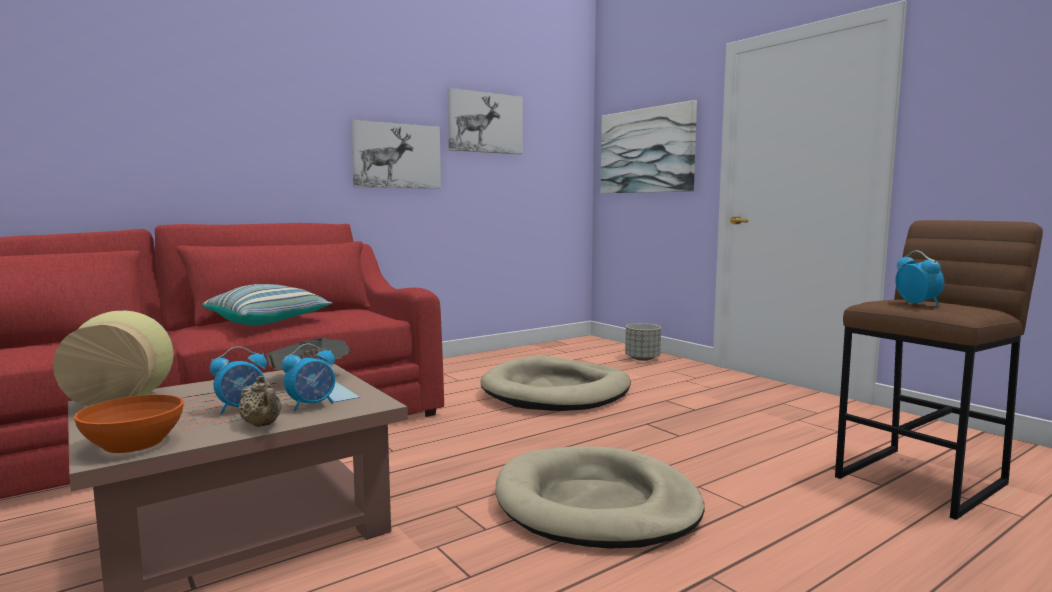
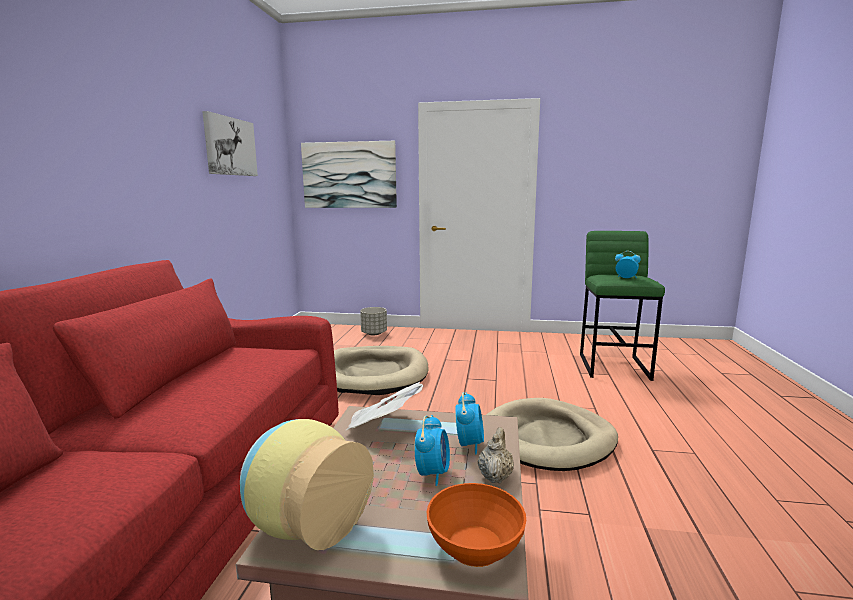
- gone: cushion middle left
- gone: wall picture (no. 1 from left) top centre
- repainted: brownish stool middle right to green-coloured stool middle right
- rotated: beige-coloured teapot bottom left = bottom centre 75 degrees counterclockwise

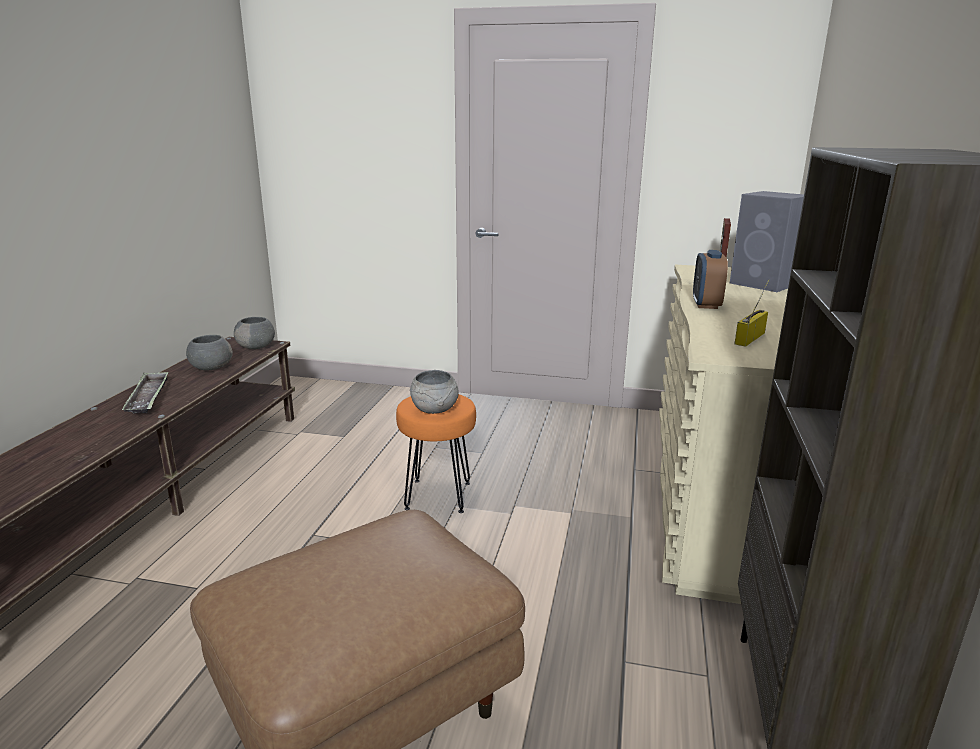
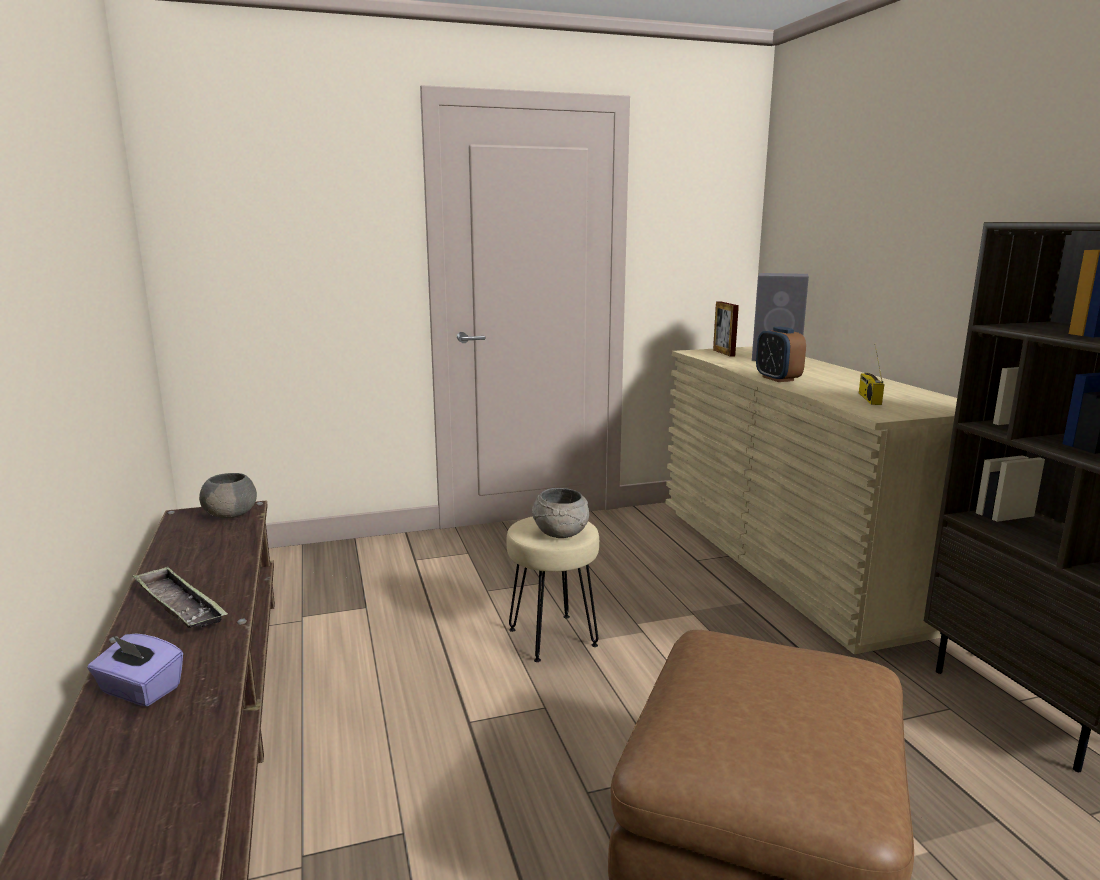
- gone: grey bowl (no. 1 from left) middle left
- new: purple-coloured box of tissues bottom left
- repainted: orange stool centre to beige-coloured stool bottom centre

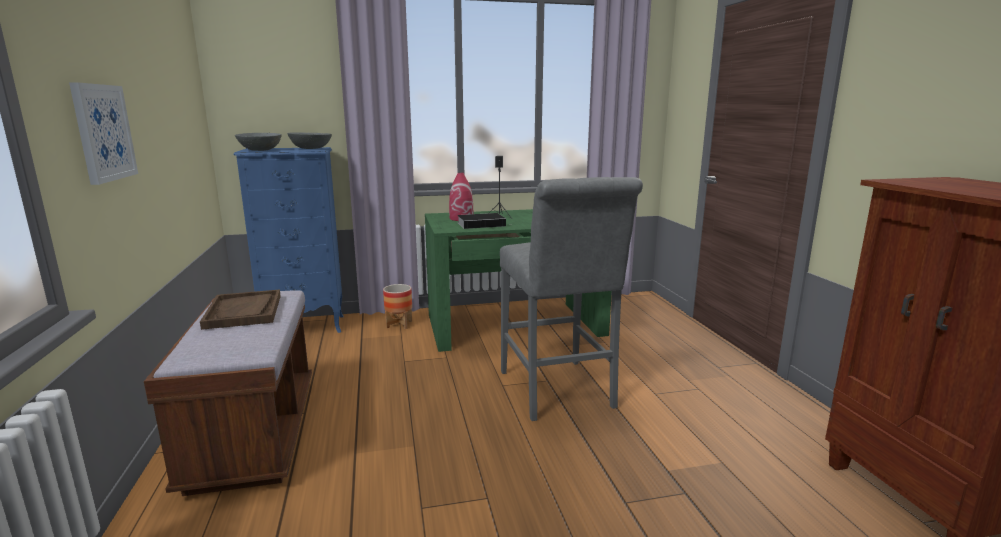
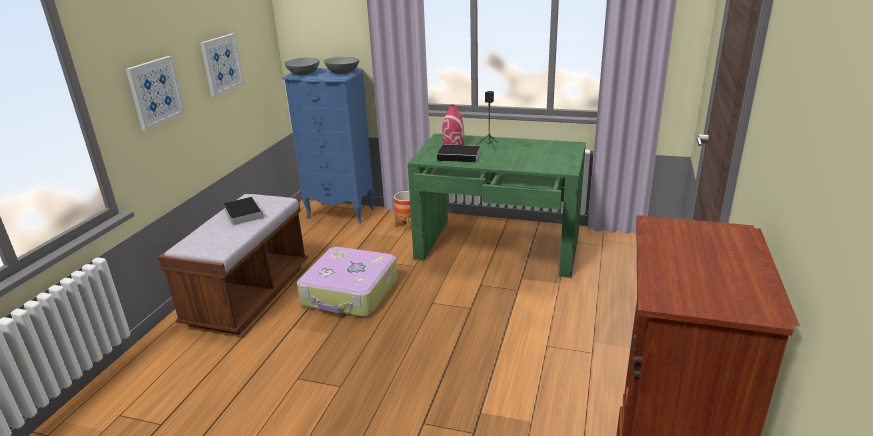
- gone: grey stool centre
- new: wall picture (no. 2 from left) top left
- new: piece of luggage centre
- swapped: brownish carrying tray middle left to bound book (no. 1 from left) middle left

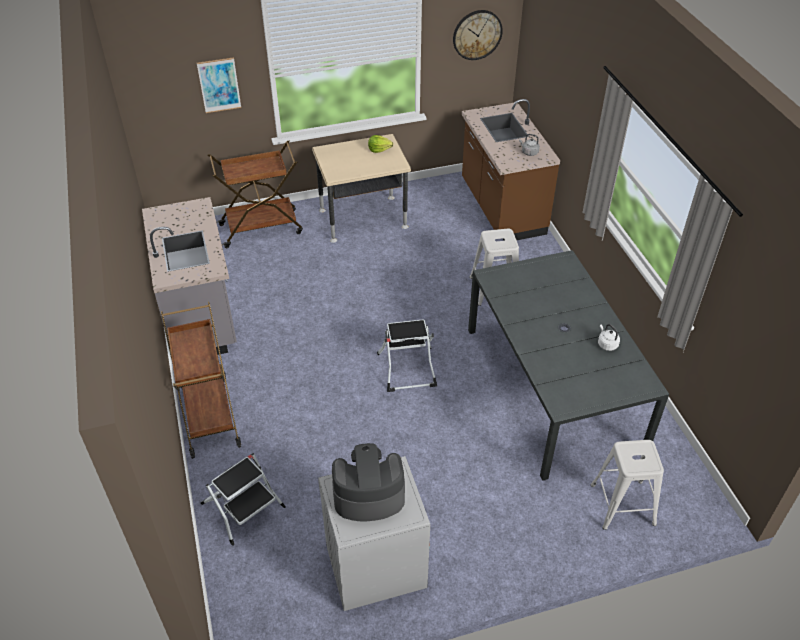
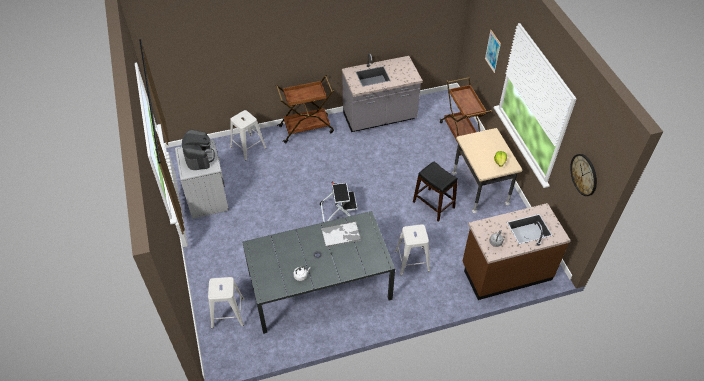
- new: carrying tray centre
- new: black-coloured stool centre
- swapped: stepladder (no. 1 from left) bottom left to white stool (no. 2 from left) centre

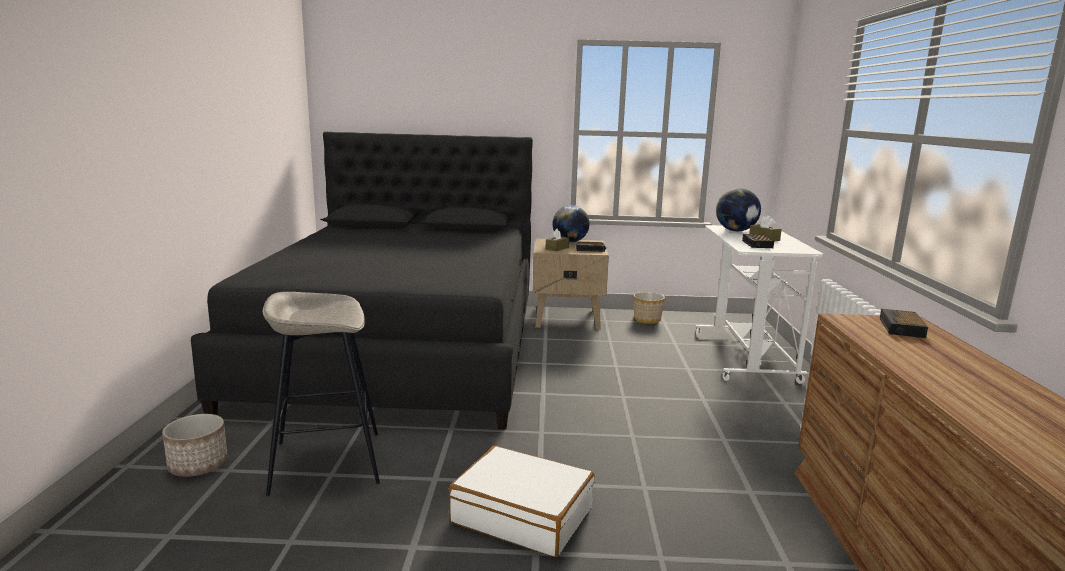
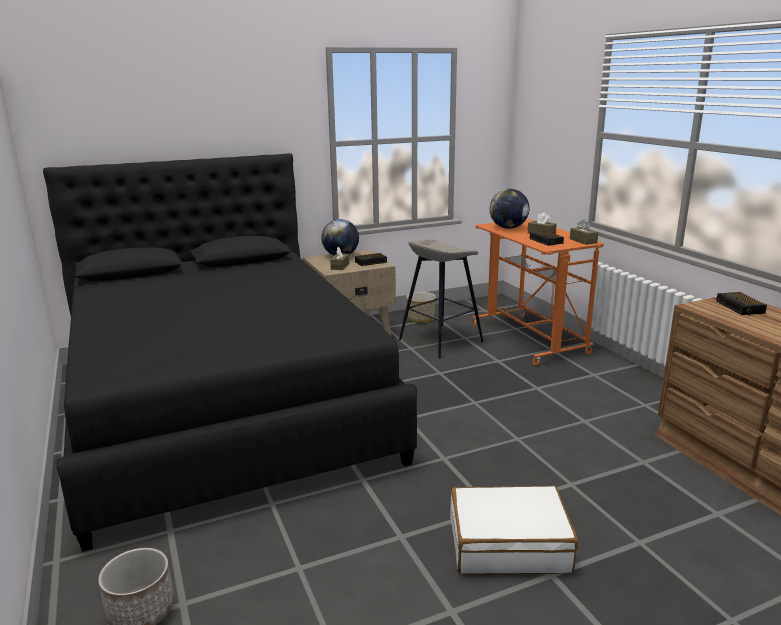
- new: brownish box of tissues (no. 3 from left) middle right
- shifted: grey stool bottom left to centre
- repainted: white desk table middle right to orange desk table middle right

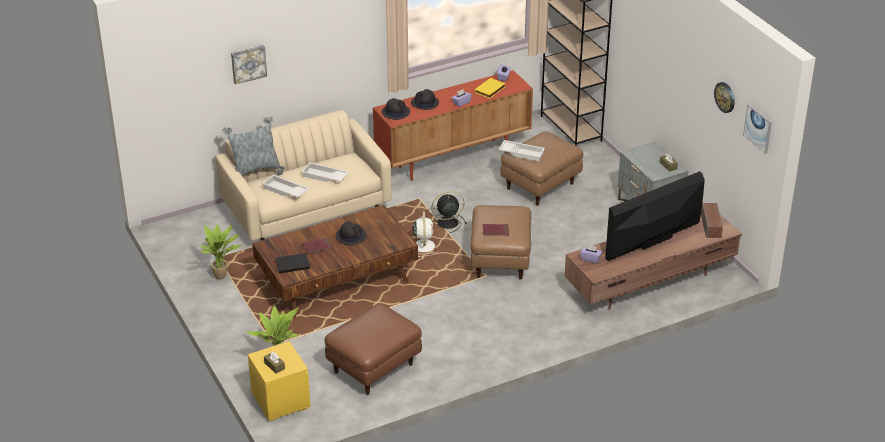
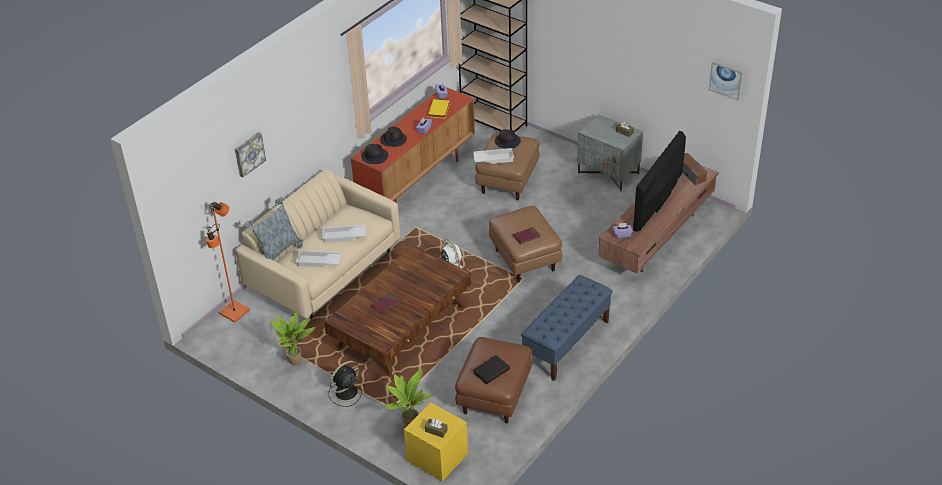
- gone: clock on the wall top right
- new: orange standing lamp middle left
- new: blue-coloured bench bottom centre
- shifted: black-coloured bound book middle left to bottom centre
- shifted: black-coloured wearable hat (no. 1 from left in the first image) centre to black-coloured wearable hat (no. 3 from left) top centre
- shifted: black-coloured fan centre to bottom centre

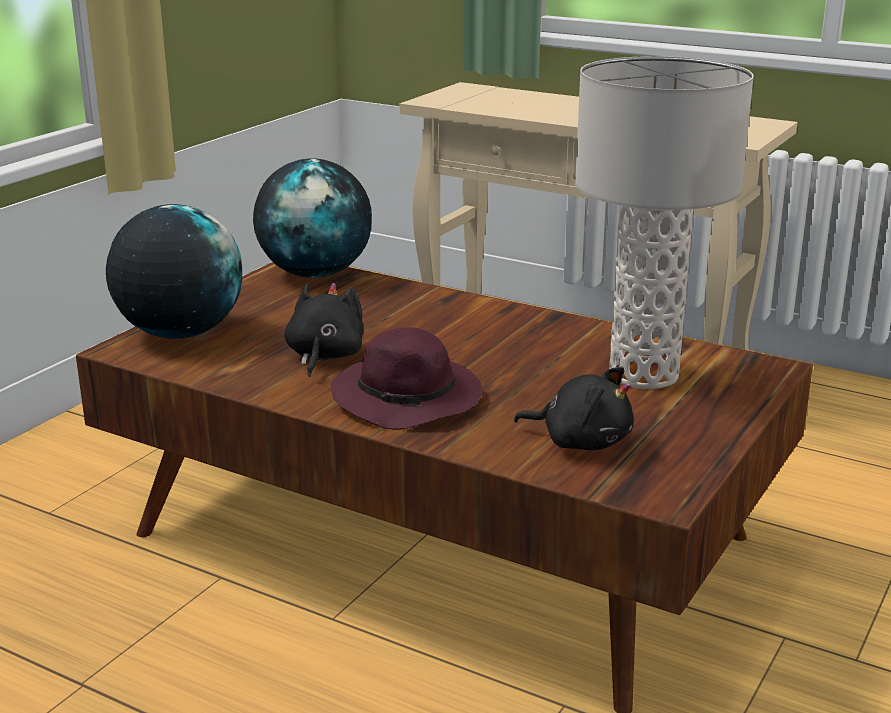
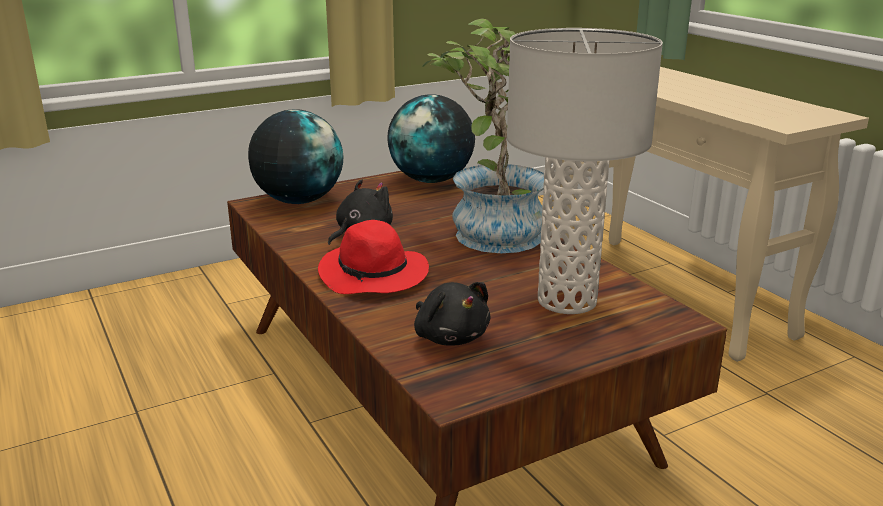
- new: potted plant top centre
- repainted: purple-coloured wearable hat centre to red wearable hat centre

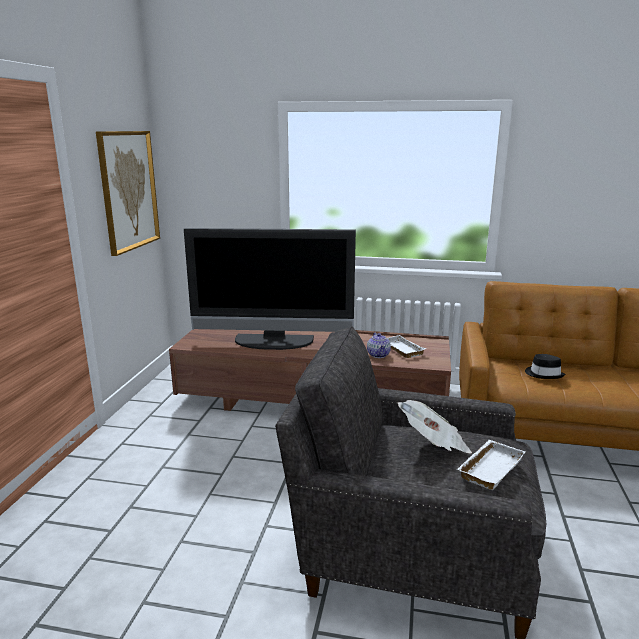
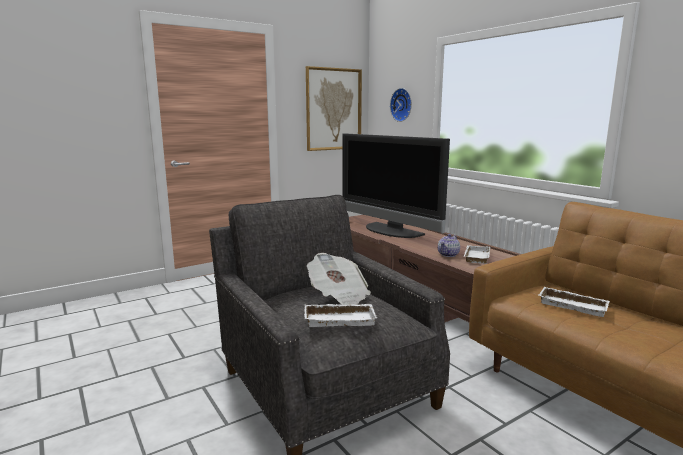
- new: clock on the wall top centre
- swapped: black-coloured wearable hat middle right to white carrying tray (no. 3 from left) middle right

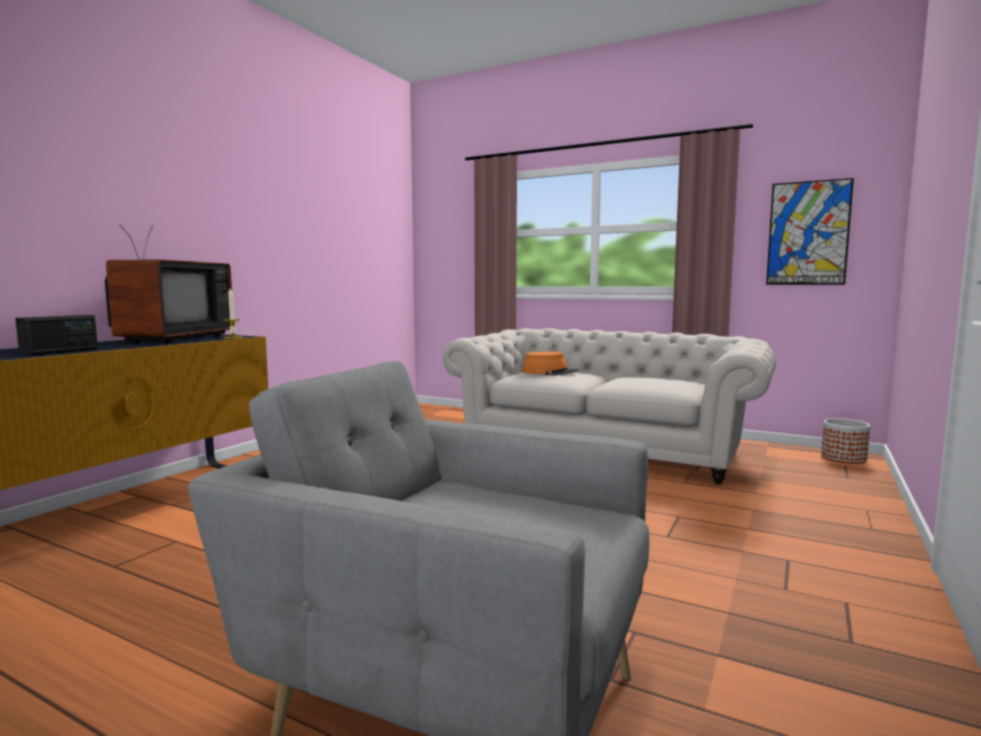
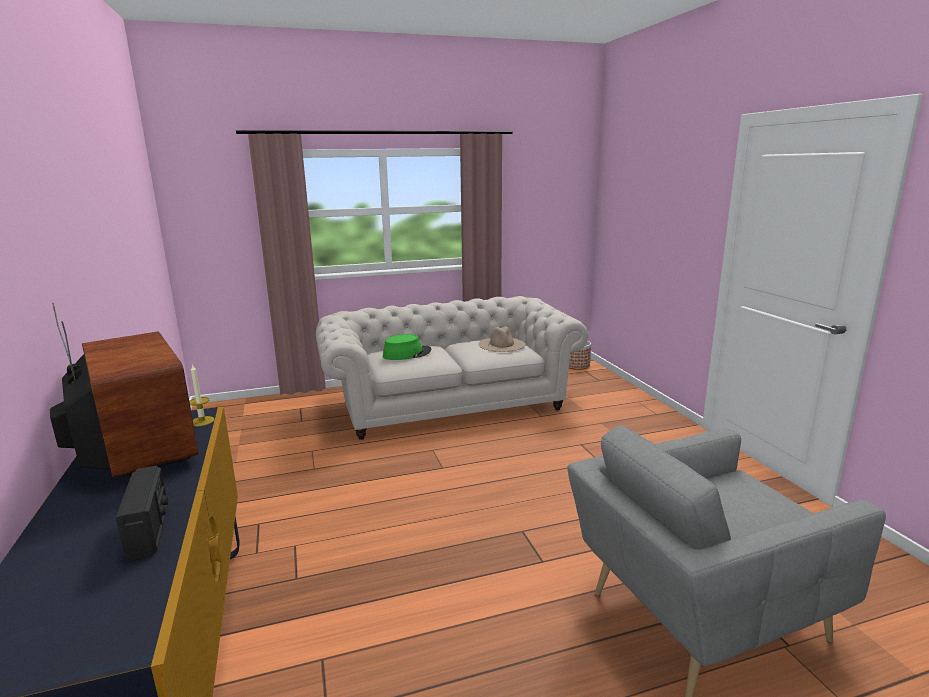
- gone: wall picture top right
- new: beige-coloured wearable hat centre
- repainted: orange wearable hat centre to green-coloured wearable hat centre

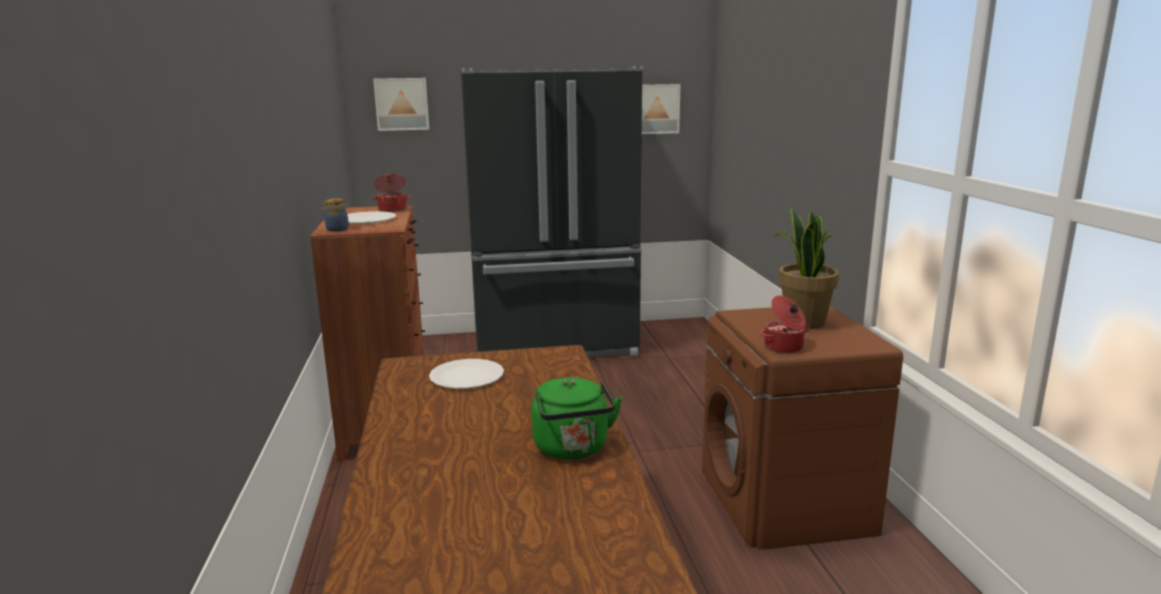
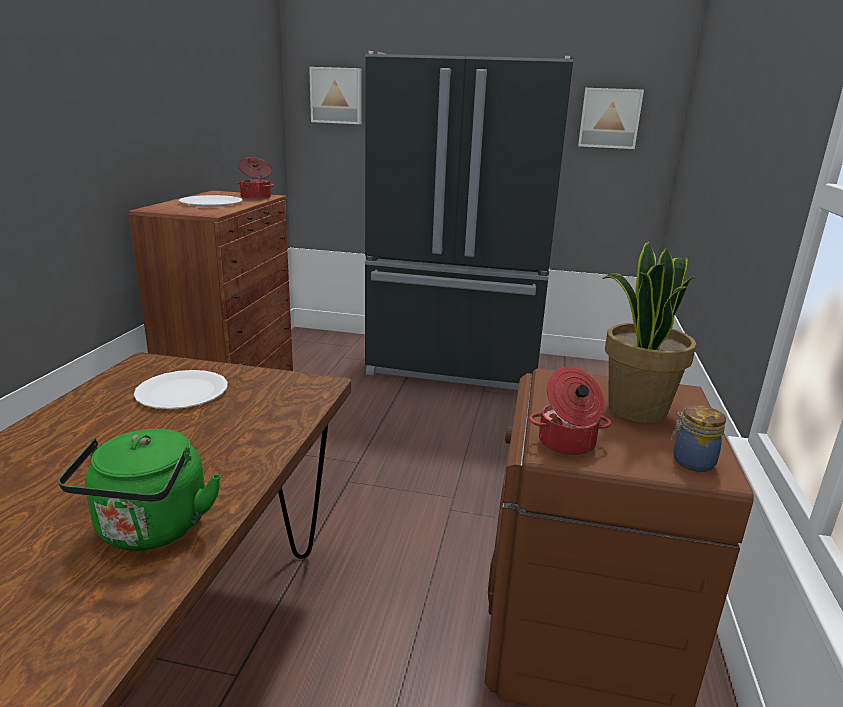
- shifted: preserve jar middle left to middle right

